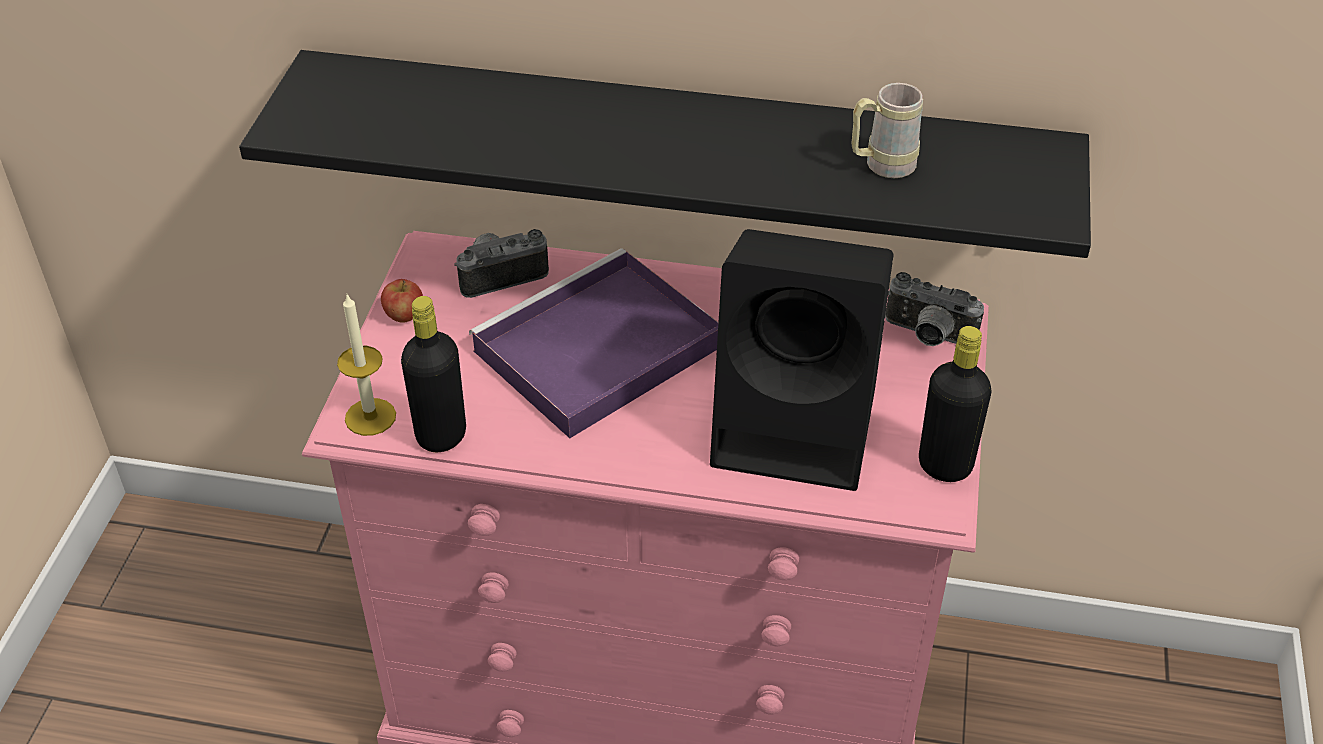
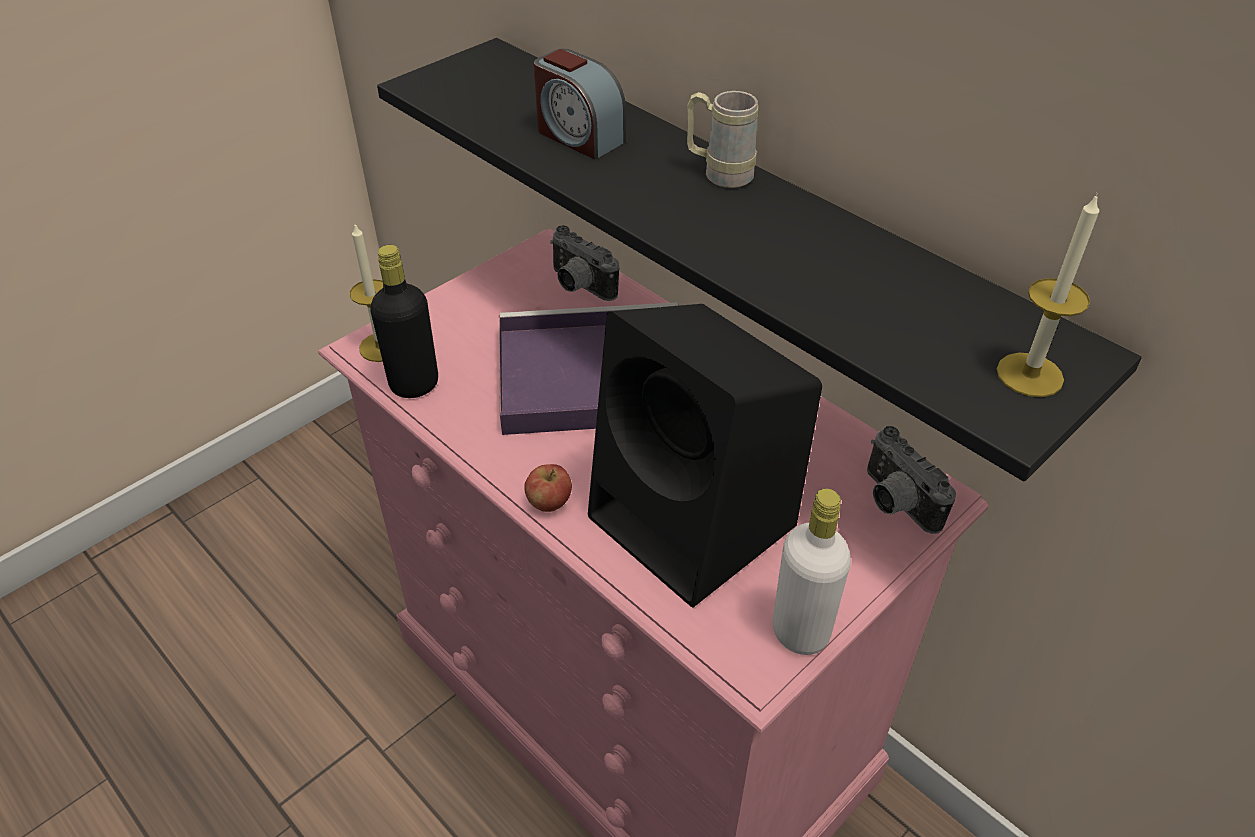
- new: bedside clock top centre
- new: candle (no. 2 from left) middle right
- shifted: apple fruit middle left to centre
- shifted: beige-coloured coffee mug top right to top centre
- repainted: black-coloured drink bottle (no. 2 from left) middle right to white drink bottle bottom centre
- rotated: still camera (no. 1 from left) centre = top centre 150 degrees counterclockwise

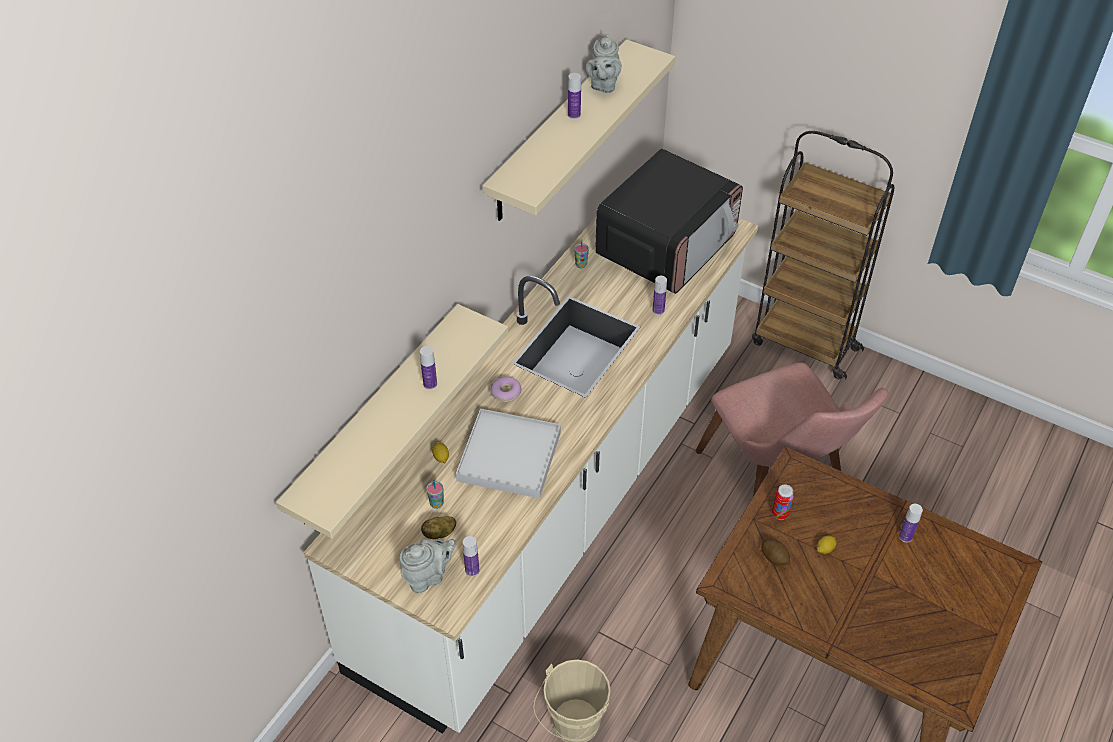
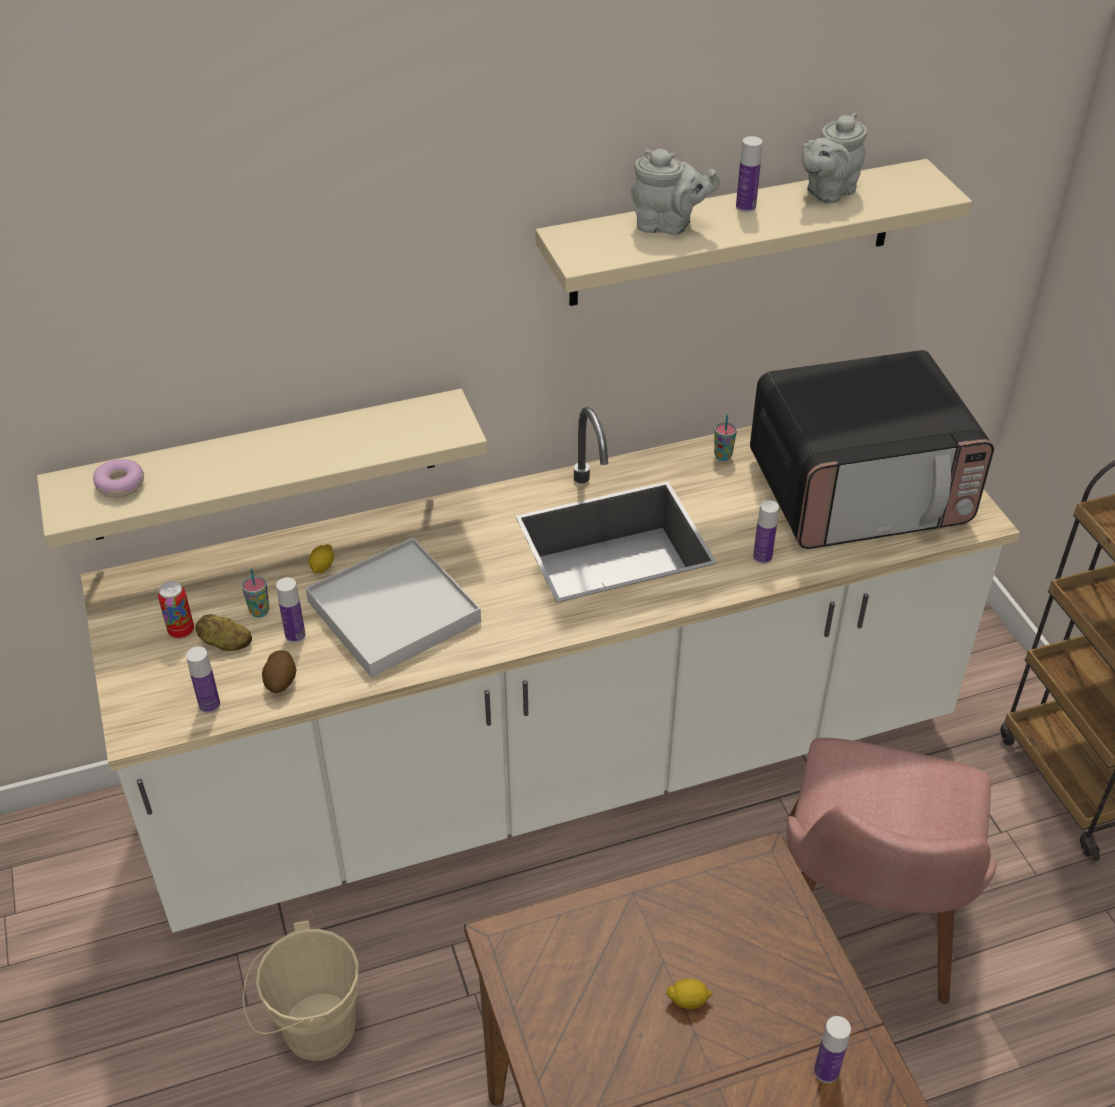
- shifted: grey teapot (no. 1 from left) bottom centre to top centre
- shifted: drink bottle (no. 1 from left in the first image) centre to drink bottle (no. 2 from left) middle left
- shifted: ring doughnut centre to middle left
- shifted: spud (no. 2 from left) bottom right to middle left
- shifted: metal can bottom right to middle left

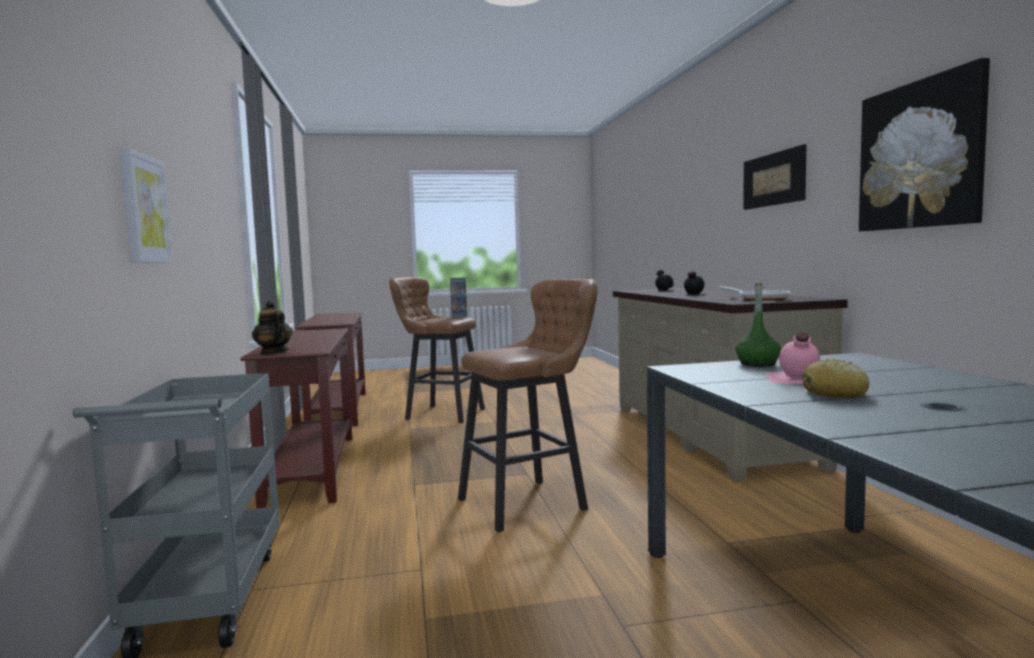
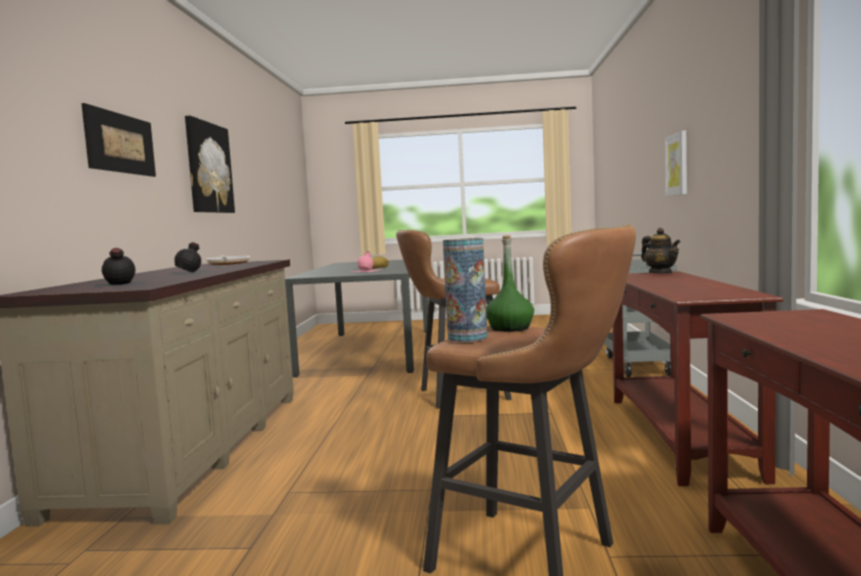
- shifted: green-coloured drink bottle middle right to centre

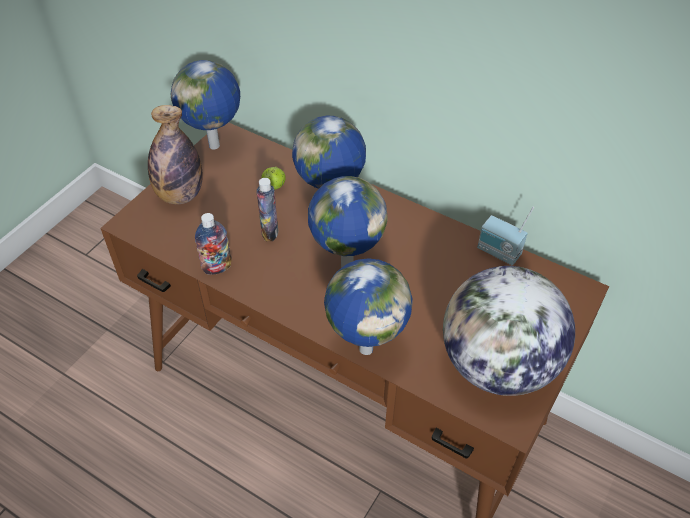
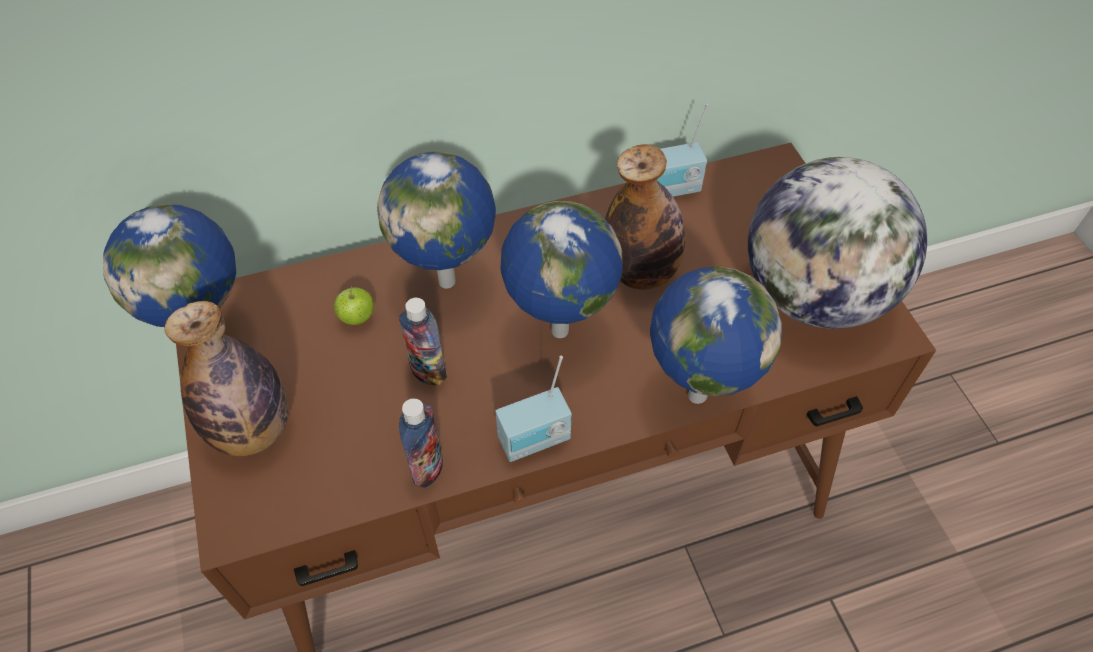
- new: radio set (no. 1 from left) centre
- new: drink bottle (no. 4 from left) top centre

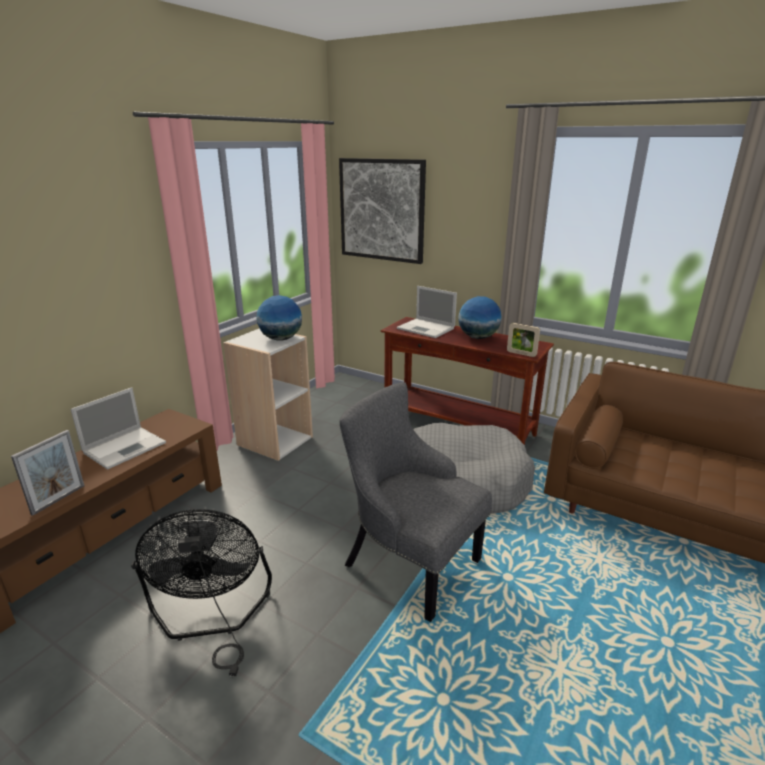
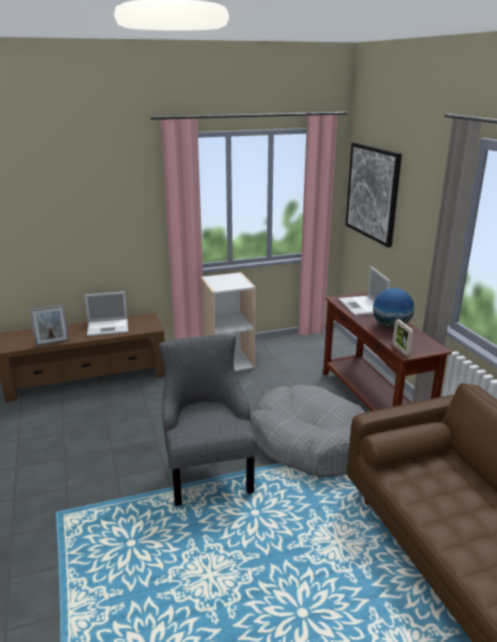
- gone: black-coloured fan bottom left
- gone: desk globe (no. 1 from left) centre

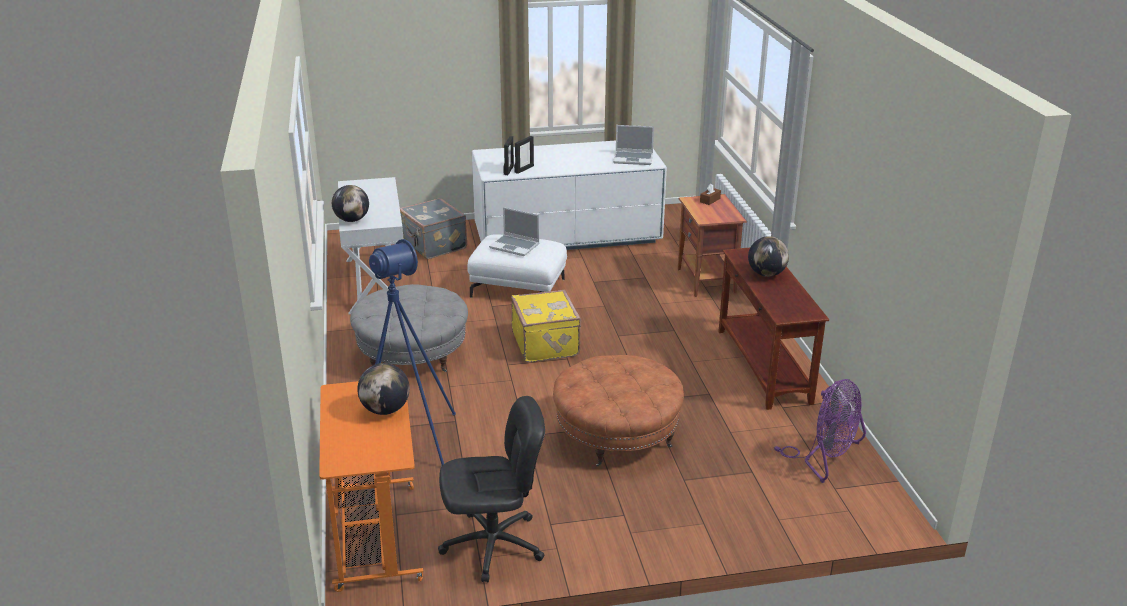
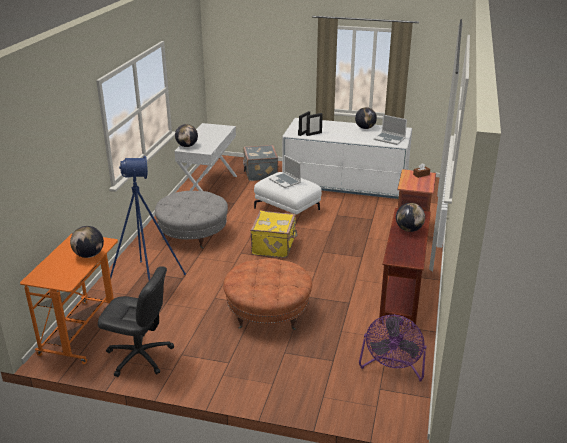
- new: desk globe (no. 3 from left) top centre
- rotated: purple-coloured fan bottom right = bottom right 45 degrees clockwise

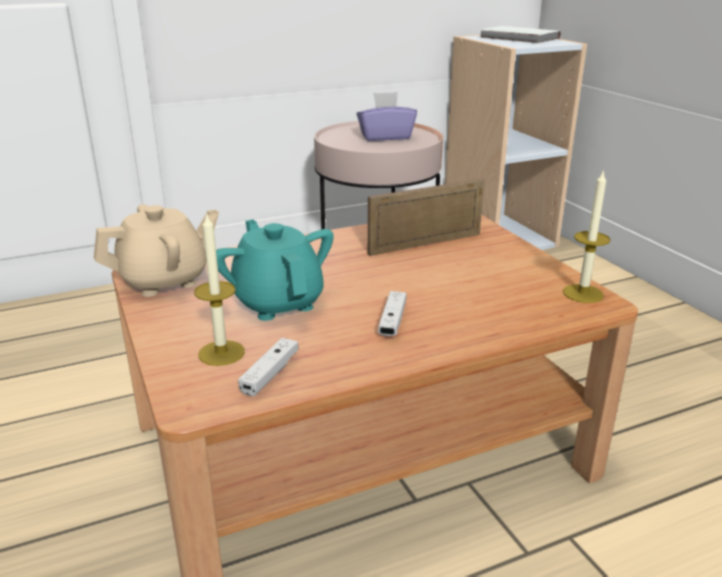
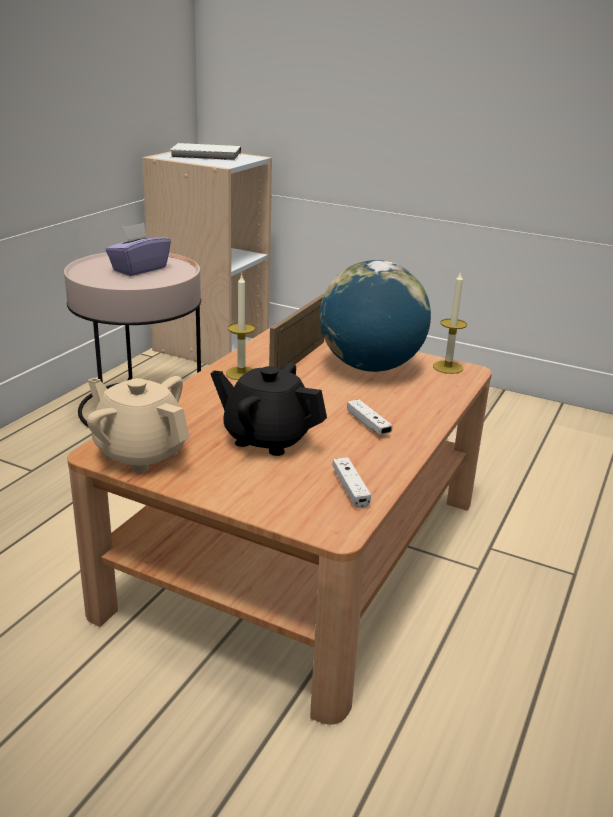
- new: desk globe centre
- shifted: candle (no. 1 from left) middle left to centre
- repainted: blue-green teapot centre to black-coloured teapot centre
- rotated: beige-coloured teapot middle left = middle left 75 degrees counterclockwise

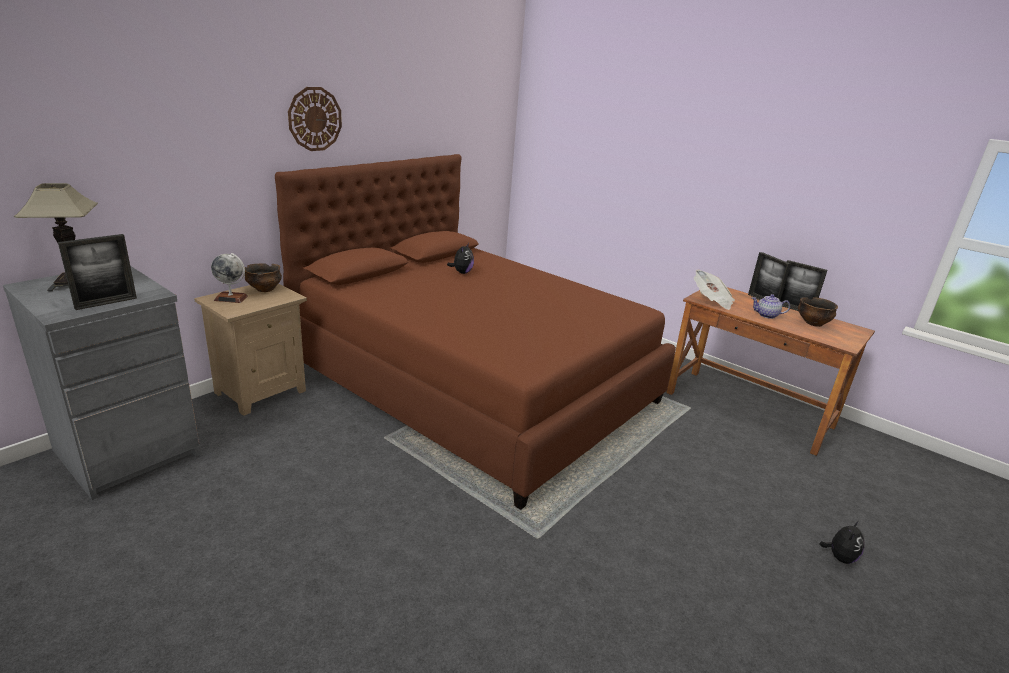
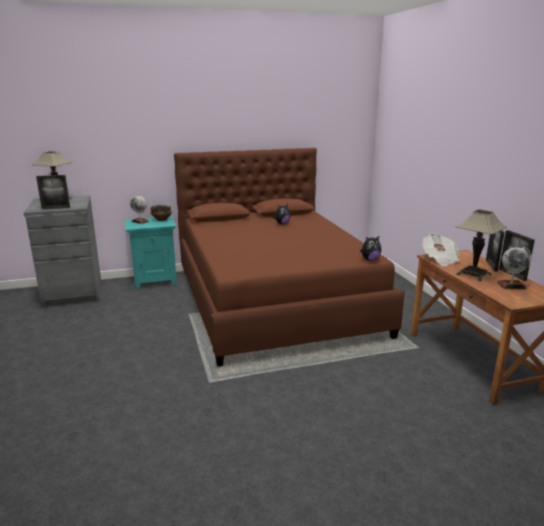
- gone: clock on the wall top left
- shifted: plush toy (no. 2 from left) bottom right to middle right
- swapped: teapot middle right to lamp for a table (no. 2 from left) middle right
- swapped: bowl (no. 2 from left) middle right to desk globe (no. 2 from left) middle right
- repainted: beige-coloured bedside table middle left to blue-green bedside table middle left

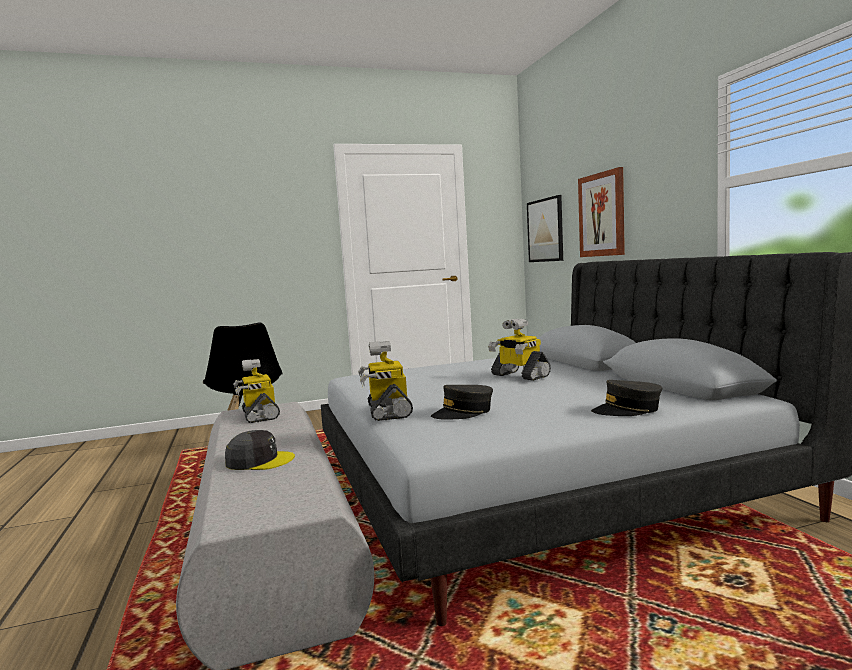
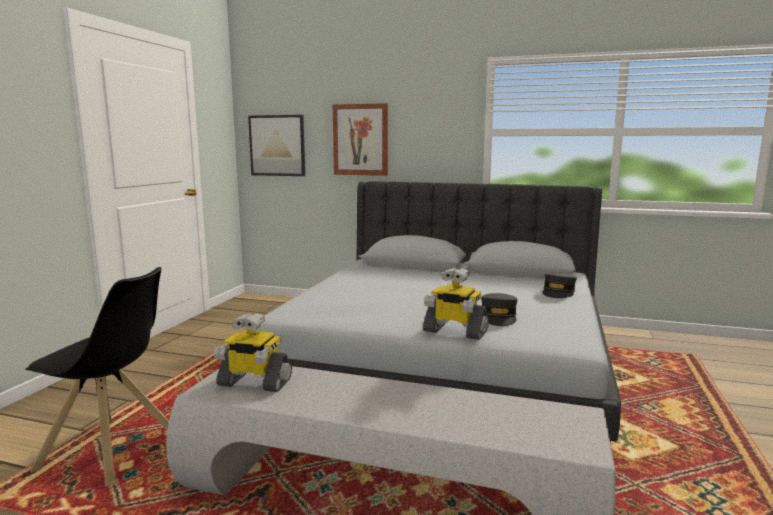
- gone: grey cap (no. 1 from left) bottom left
- gone: model robot (no. 3 from left) centre

